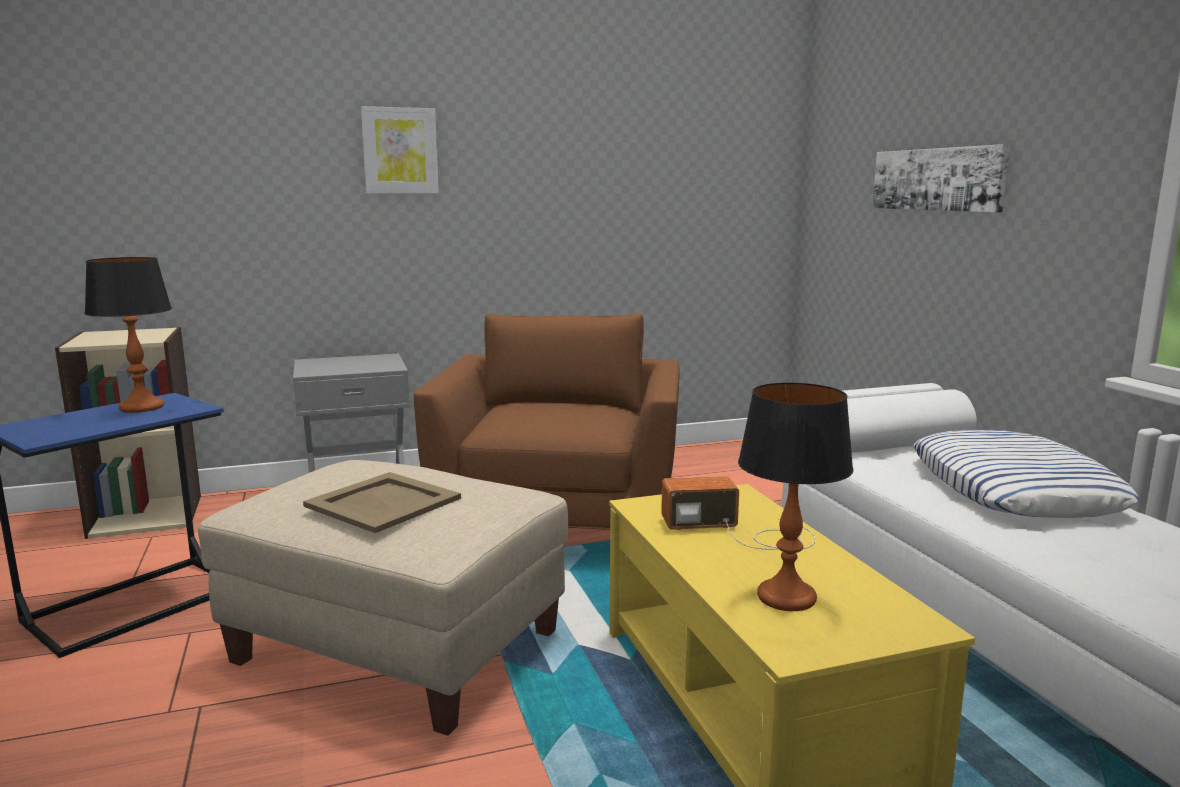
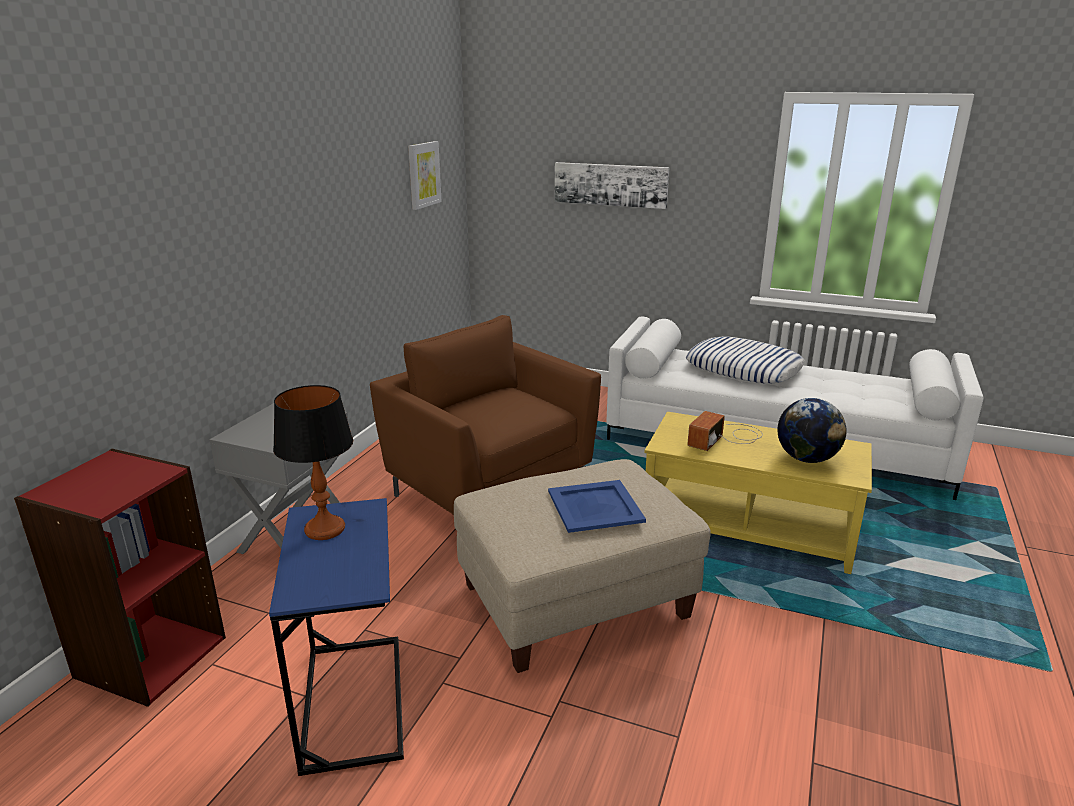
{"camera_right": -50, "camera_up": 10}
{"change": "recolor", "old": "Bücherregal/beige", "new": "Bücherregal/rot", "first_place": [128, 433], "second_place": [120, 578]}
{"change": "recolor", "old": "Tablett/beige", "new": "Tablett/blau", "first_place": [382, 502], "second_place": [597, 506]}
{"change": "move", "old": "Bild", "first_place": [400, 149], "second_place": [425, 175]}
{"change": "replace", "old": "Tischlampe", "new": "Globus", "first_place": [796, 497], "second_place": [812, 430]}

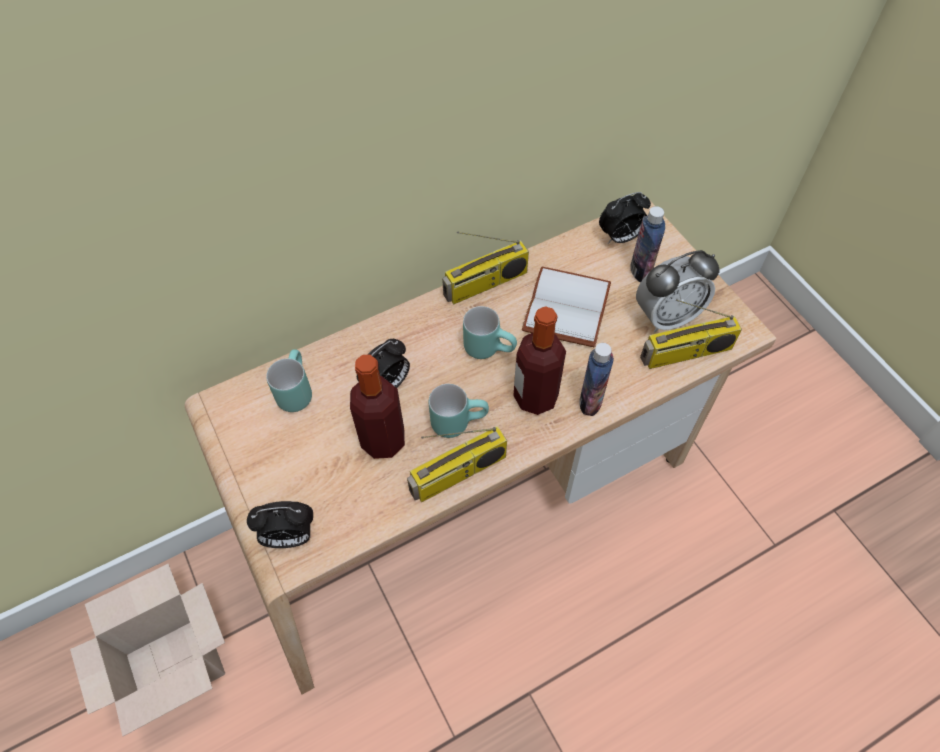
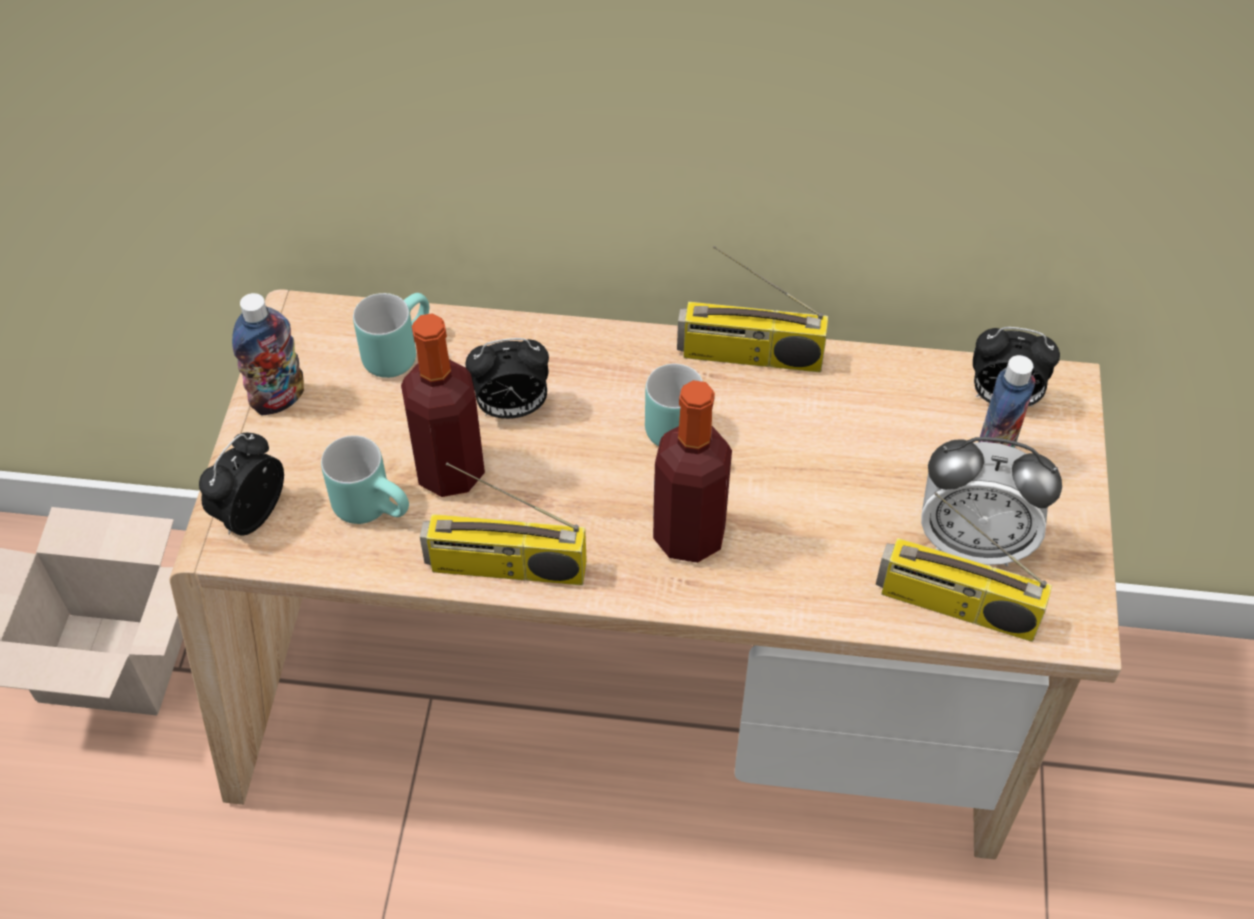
{"camera_right": 35, "camera_up": -5}
{"change": "rotate", "old": "Wecker", "first_place": [280, 524], "second_place": [241, 484], "degrees": 90}
{"change": "move", "old": "Henkelbecher/türkis", "first_place": [459, 411], "second_place": [365, 479]}
{"change": "delete", "old": "Buch/weiß", "first_place": [566, 307]}
{"change": "move", "old": "Flasche", "first_place": [596, 379], "second_place": [268, 354]}

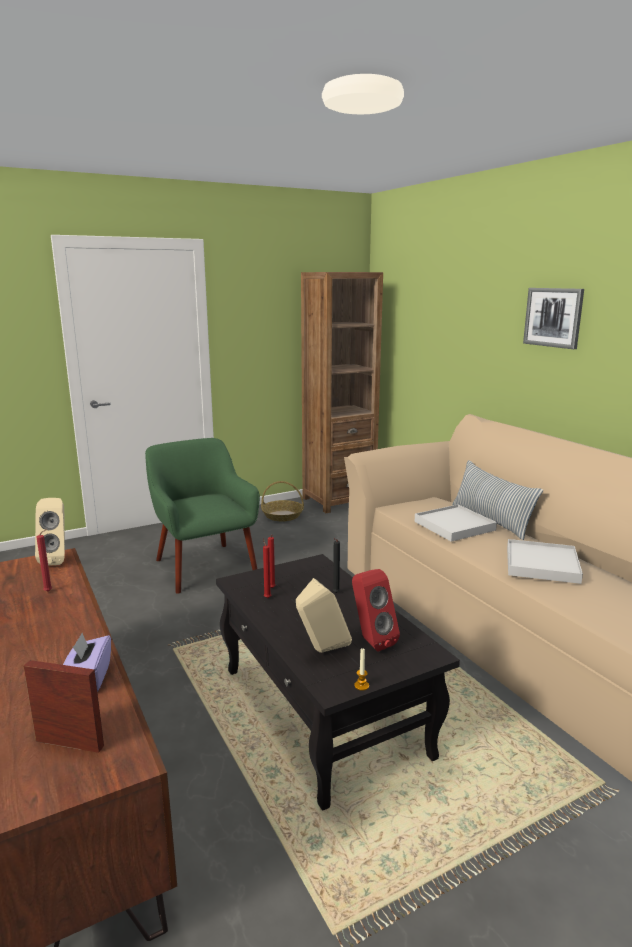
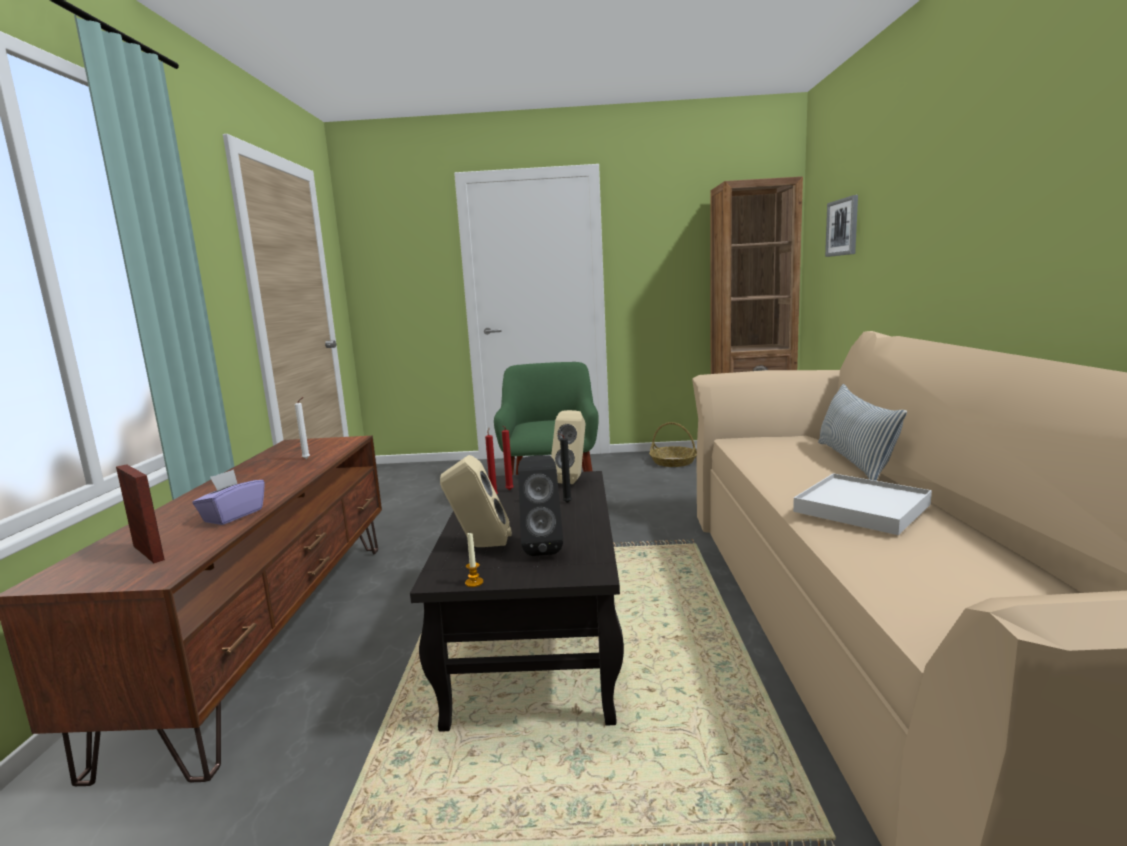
{"camera_right": 30, "camera_up": -5}
{"change": "move", "old": "Lautsprecher/beige", "first_place": [50, 531], "second_place": [568, 447]}
{"change": "recolor", "old": "Kerze/rot", "new": "Kerze/weiß", "first_place": [44, 560], "second_place": [302, 428]}
{"change": "recolor", "old": "Lautsprecher/rot", "new": "Lautsprecher/schwarz", "first_place": [376, 610], "second_place": [540, 505]}
{"change": "delete", "old": "Tablett/weiß", "first_place": [455, 523]}
{"change": "move", "old": "Bild", "first_place": [553, 318], "second_place": [841, 226]}

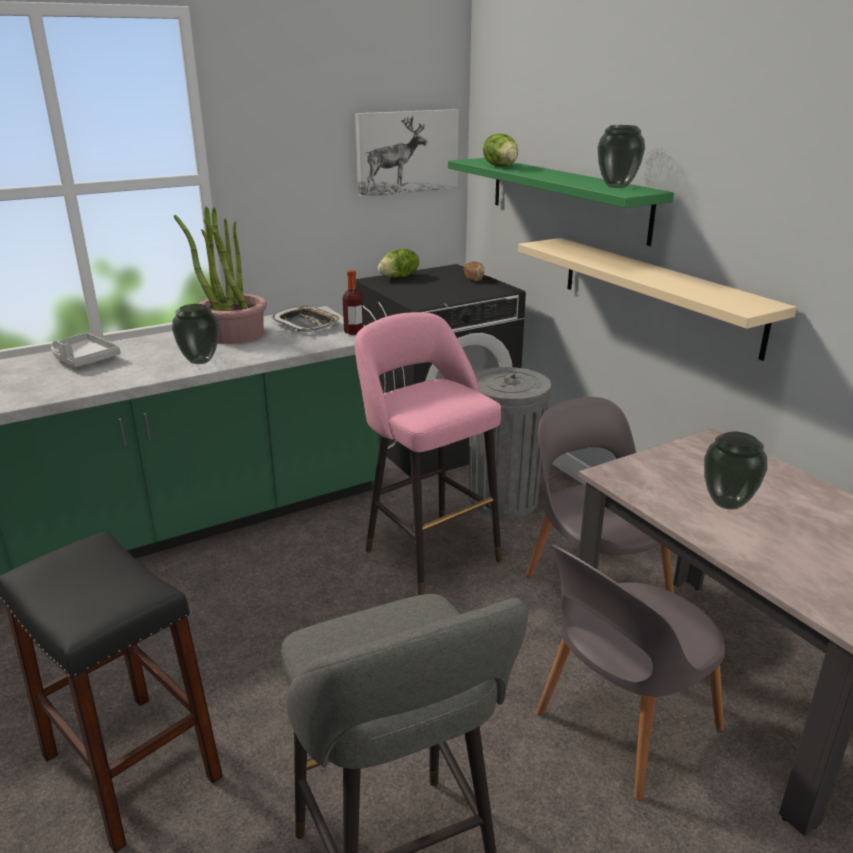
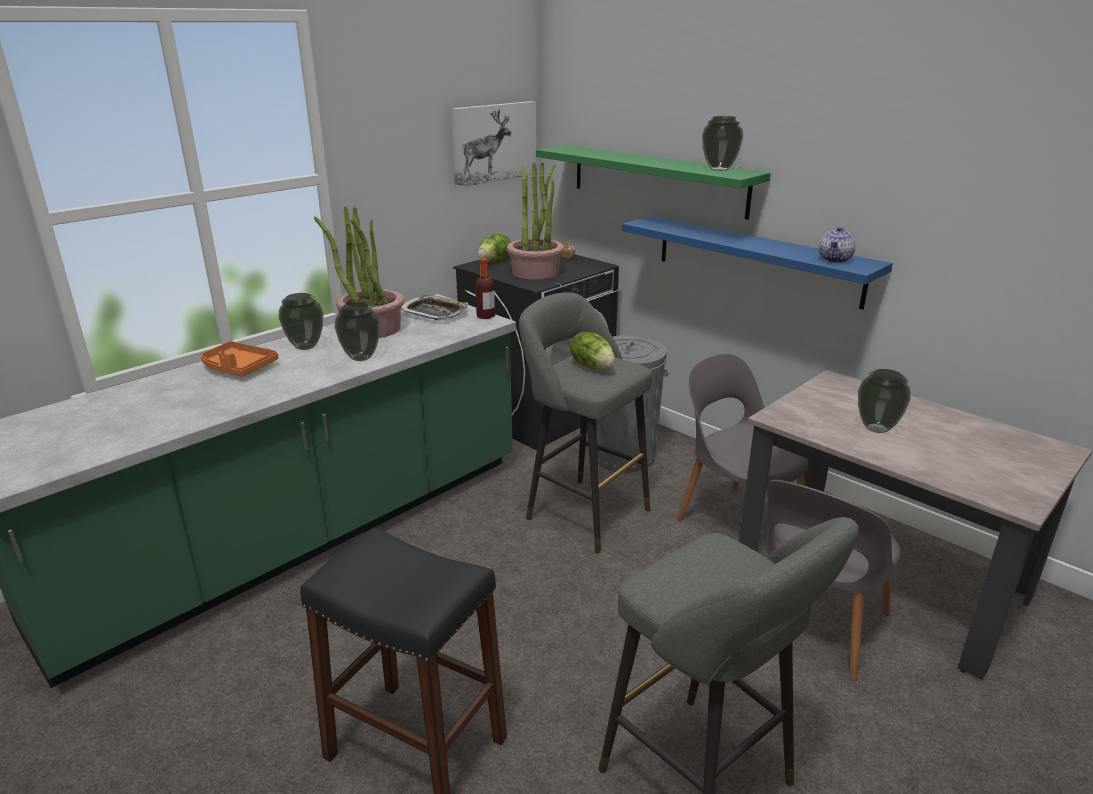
{"camera_right": -15, "camera_up": 0}
{"change": "recolor", "old": "Tablett/grau", "new": "Tablett/orange", "first_place": [85, 350], "second_place": [239, 359]}
{"change": "recolor", "old": "Hocker/rosa", "new": "Hocker/grau", "first_place": [428, 453], "second_place": [585, 422]}
{"change": "move", "old": "Salatkopf", "first_place": [500, 149], "second_place": [592, 350]}
{"change": "recolor", "old": "Wandregal/beige", "new": "Wandregal/blau", "first_place": [657, 299], "second_place": [757, 263]}
{"change": "insert", "new": "Vase", "second_place": [301, 321]}
{"change": "insert", "new": "Topfpflanze", "second_place": [535, 220]}
{"change": "insert", "new": "Teekanne", "second_place": [837, 245]}

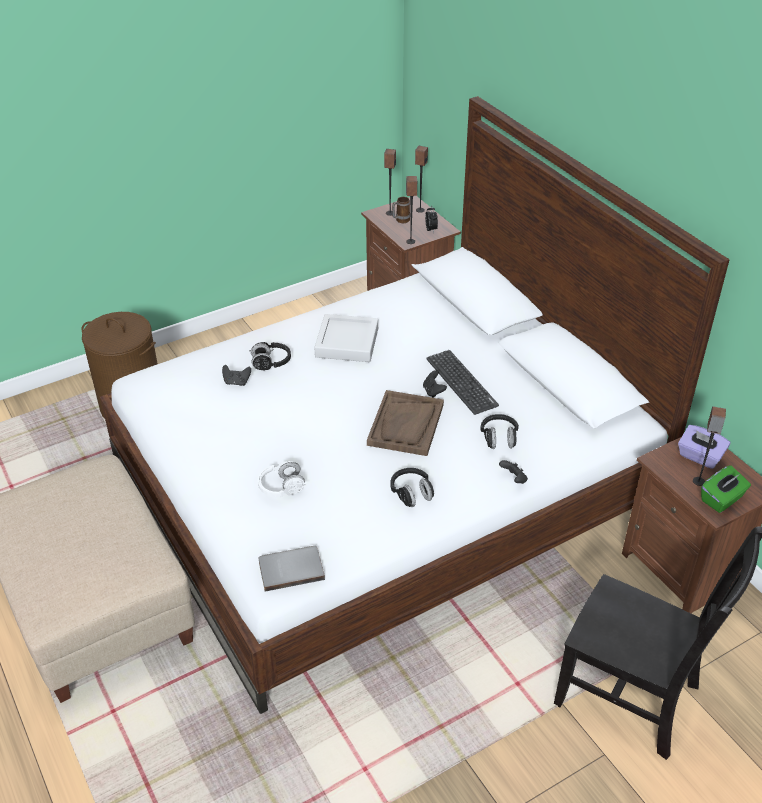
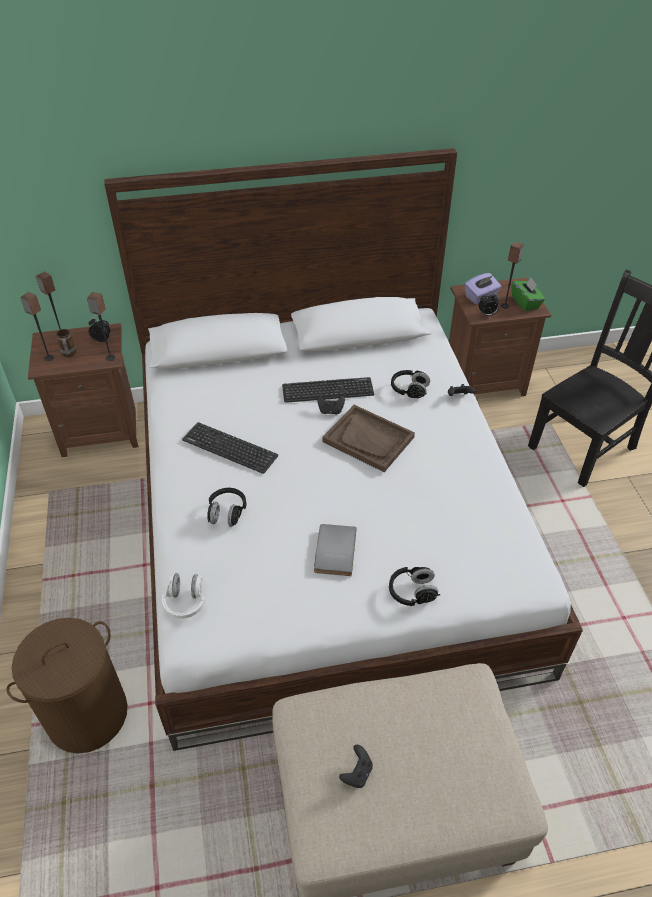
{"camera_right": -70, "camera_up": 5}
{"change": "move", "old": "Gamepad/schwarz", "first_place": [236, 375], "second_place": [356, 766]}
{"change": "move", "old": "Kopfhörer/weiß", "first_place": [282, 479], "second_place": [183, 596]}
{"change": "move", "old": "Buch/grau", "first_place": [291, 569], "second_place": [335, 550]}
{"change": "replace", "old": "Tablett/grau", "new": "Tastatur", "first_place": [346, 338], "second_place": [230, 448]}
{"change": "move", "old": "Kopfhörer/schwarz", "first_place": [412, 487], "second_place": [414, 586]}
{"change": "insert", "new": "Wecker", "second_place": [489, 304]}

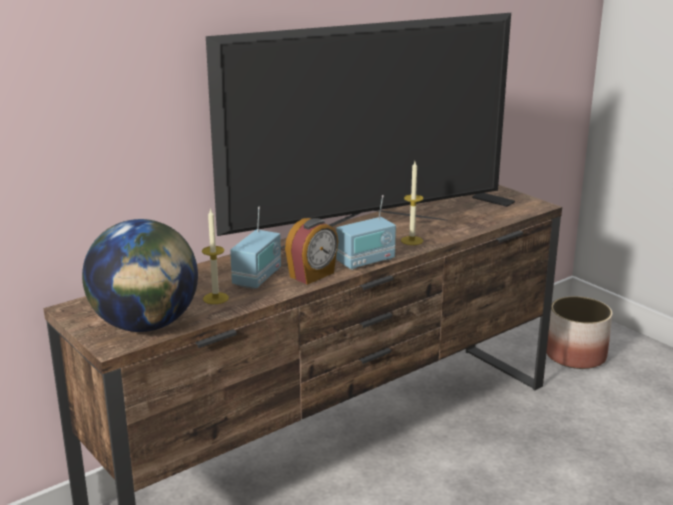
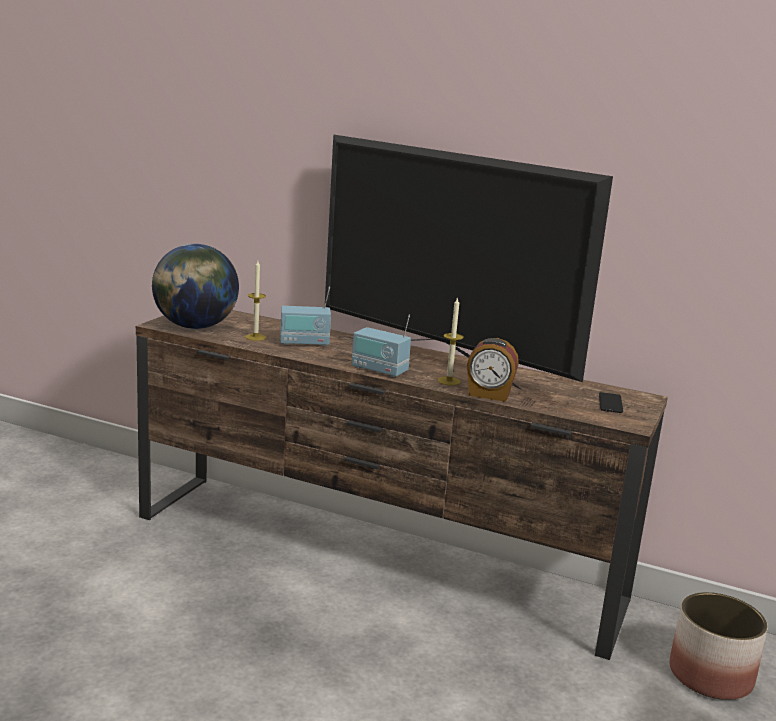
{"camera_right": 60, "camera_up": -5}
{"change": "move", "old": "Wecker", "first_place": [311, 251], "second_place": [493, 370]}

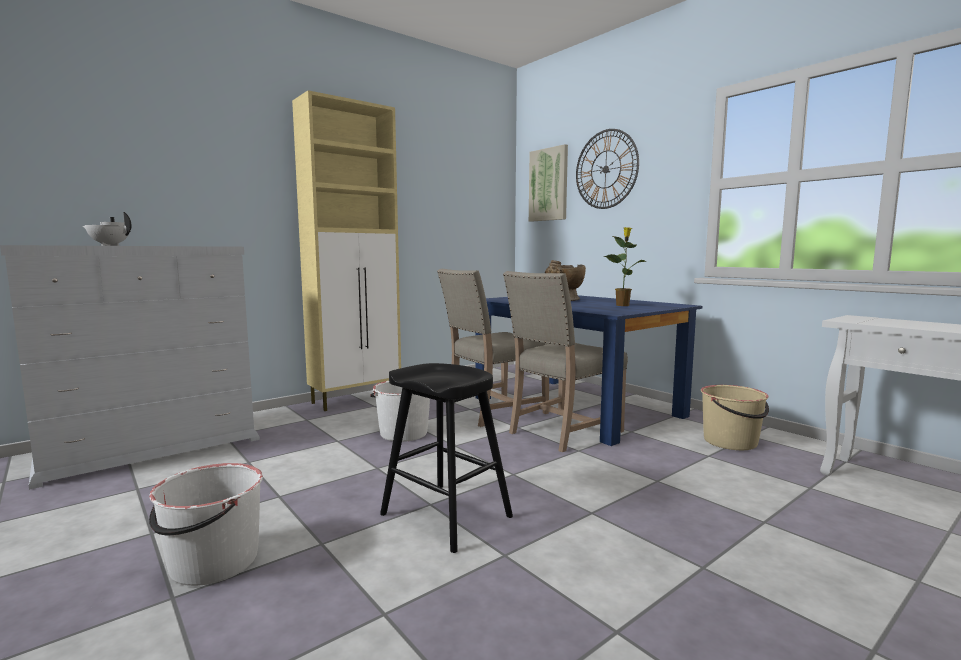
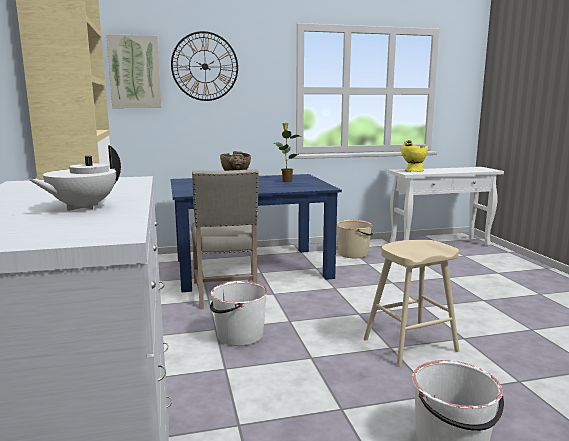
{"camera_right": -65, "camera_up": 5}
{"change": "recolor", "old": "Hocker/schwarz", "new": "Hocker/beige", "first_place": [446, 458], "second_place": [411, 303]}
{"change": "delete", "old": "Stuhl/beige", "first_place": [565, 361]}
{"change": "insert", "new": "Vase/gelb", "second_place": [414, 155]}

